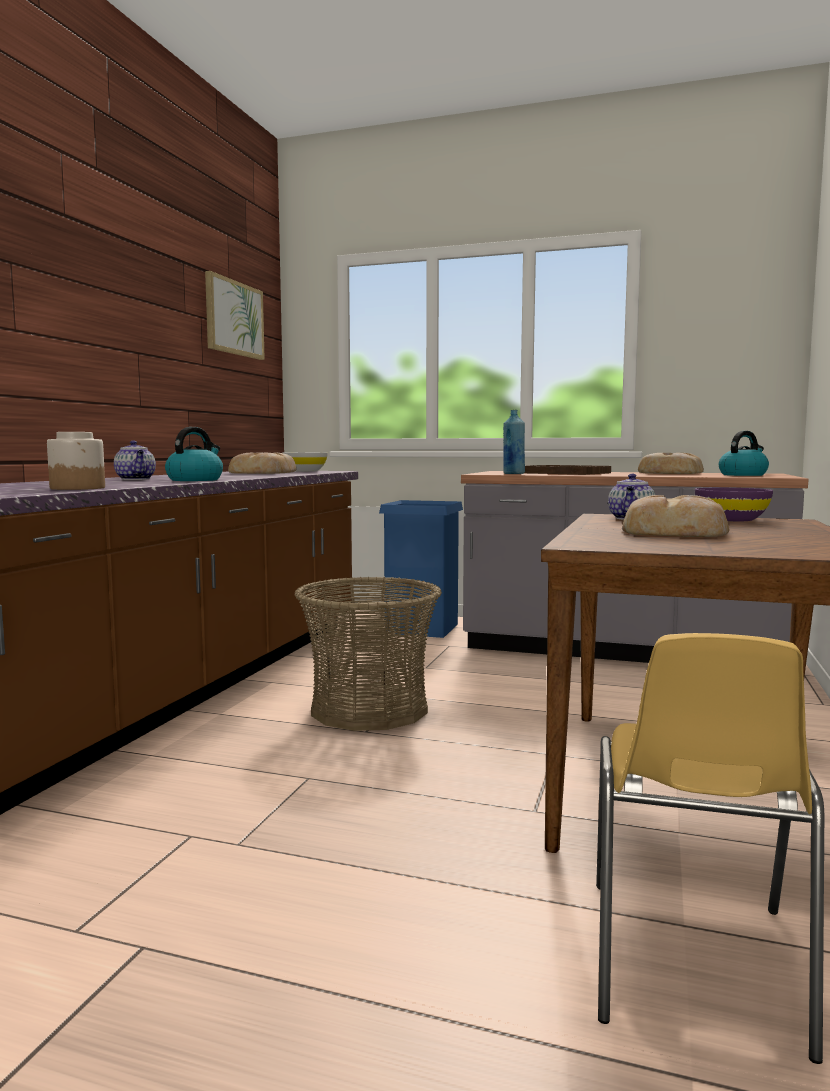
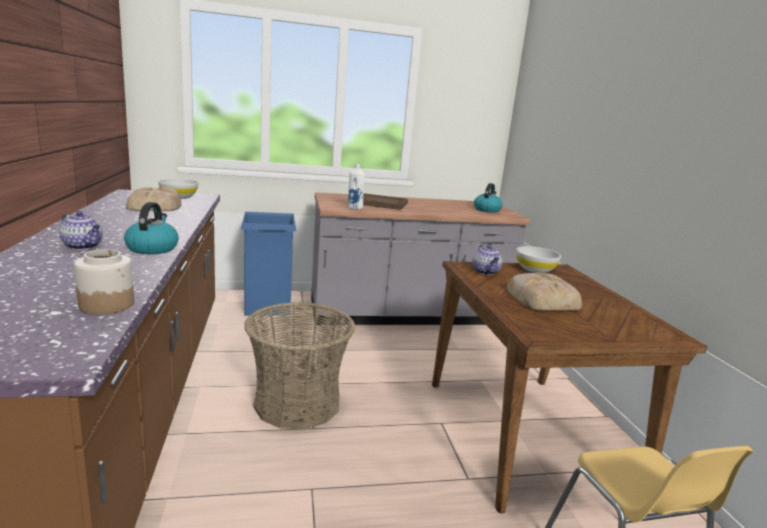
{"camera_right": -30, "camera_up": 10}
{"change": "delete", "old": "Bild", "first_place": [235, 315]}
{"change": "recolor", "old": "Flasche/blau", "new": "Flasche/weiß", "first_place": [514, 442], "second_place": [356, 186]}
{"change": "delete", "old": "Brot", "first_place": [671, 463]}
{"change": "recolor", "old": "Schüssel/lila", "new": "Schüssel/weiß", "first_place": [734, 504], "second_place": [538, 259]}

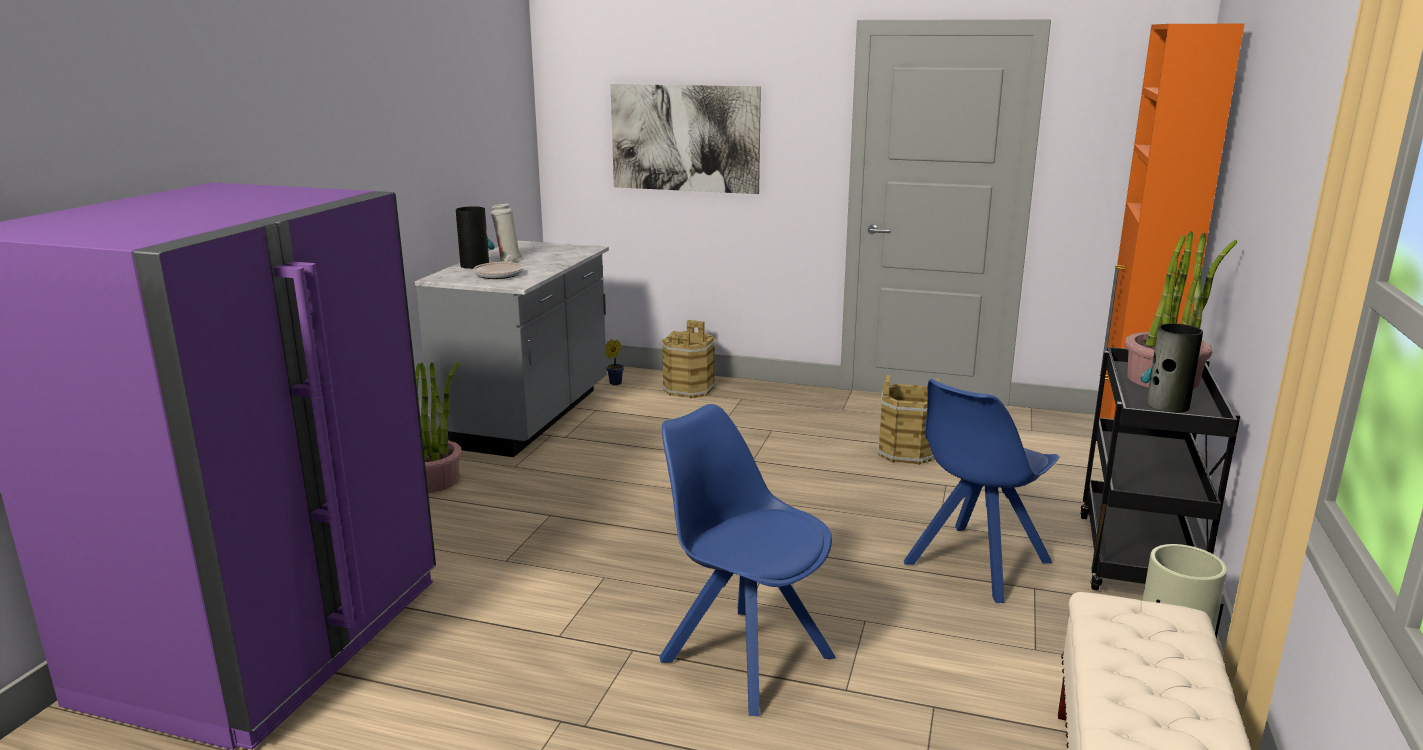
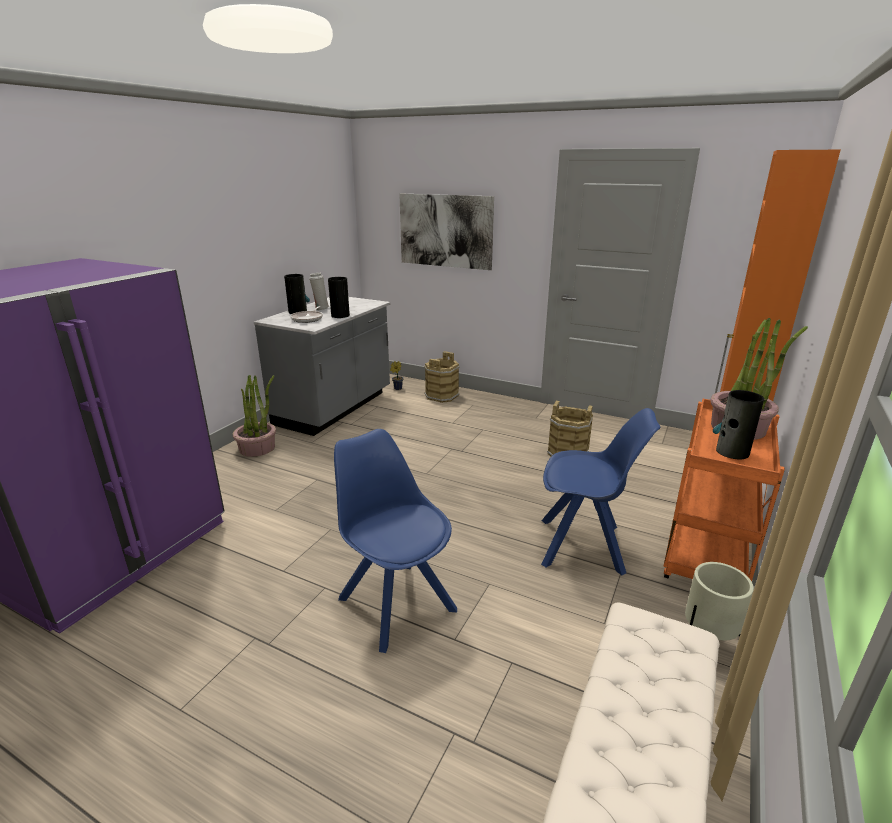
{"camera_right": 10, "camera_up": 5}
{"change": "rotate", "old": "Stuhl/blau", "first_place": [982, 491], "second_place": [600, 491], "degrees": -135}
{"change": "recolor", "old": "Rollwagen/schwarz", "new": "Rollwagen/orange", "first_place": [1160, 468], "second_place": [724, 490]}
{"change": "insert", "new": "Vase", "second_place": [339, 297]}

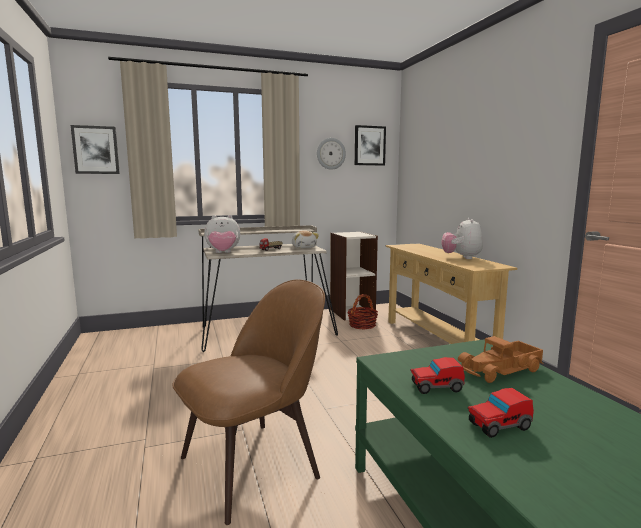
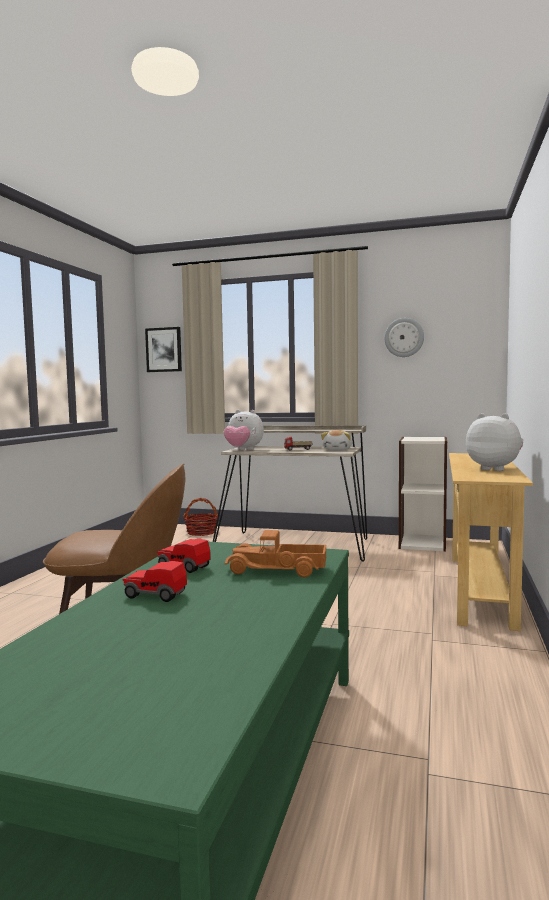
{"camera_right": 35, "camera_up": -5}
{"change": "move", "old": "Korb", "first_place": [362, 311], "second_place": [200, 517]}
{"change": "delete", "old": "Bild", "first_place": [370, 145]}
{"change": "rotate", "old": "Plüschtier", "first_place": [462, 238], "second_place": [494, 442], "degrees": 90}

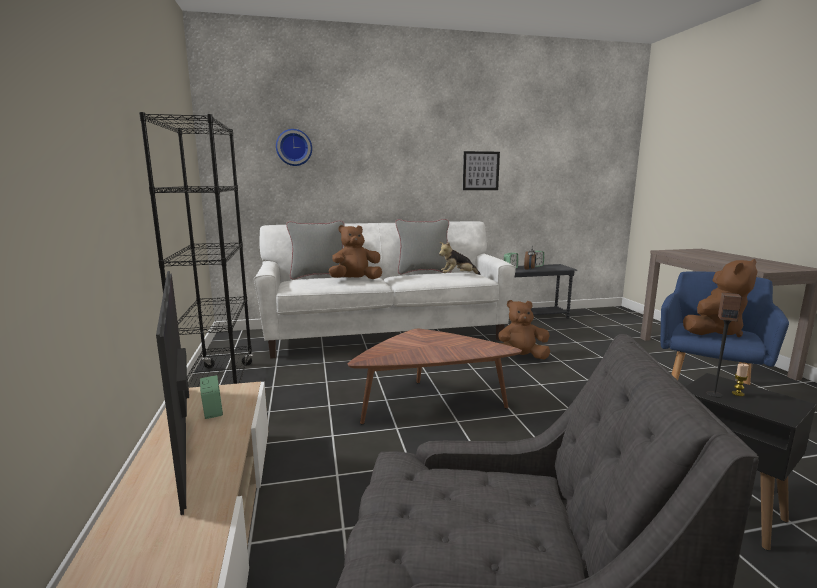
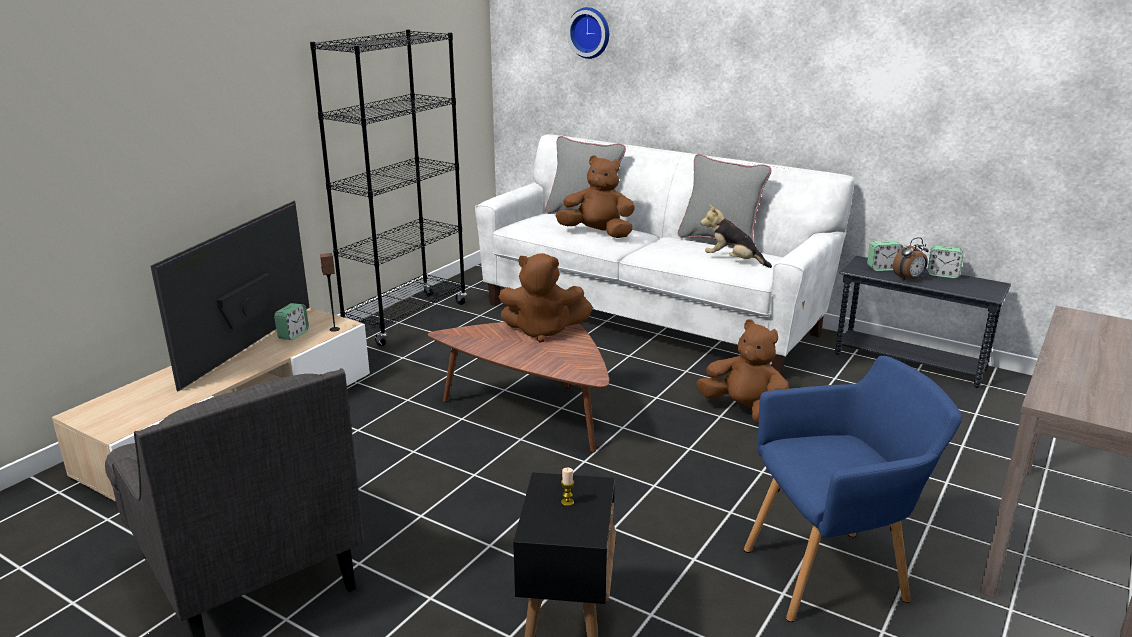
{"camera_right": 45, "camera_up": 10}
{"change": "delete", "old": "Bild", "first_place": [481, 170]}
{"change": "move", "old": "Plüschtier/braun", "first_place": [720, 298], "second_place": [546, 298]}
{"change": "move", "old": "Lautsprecher", "first_place": [724, 345], "second_place": [330, 292]}

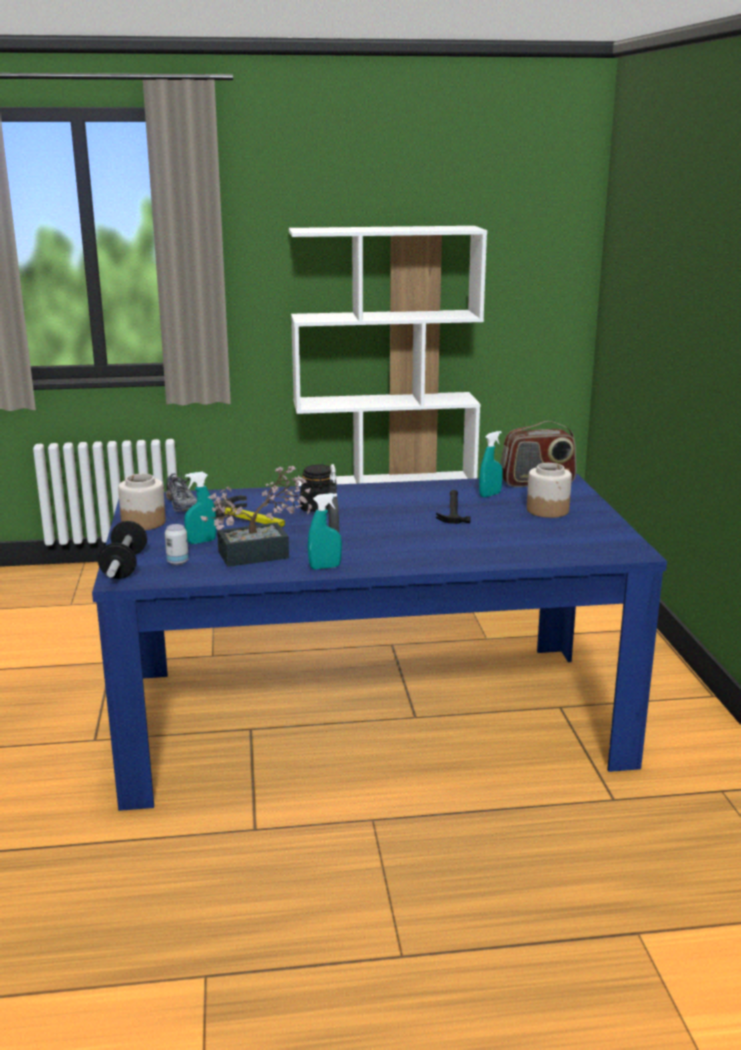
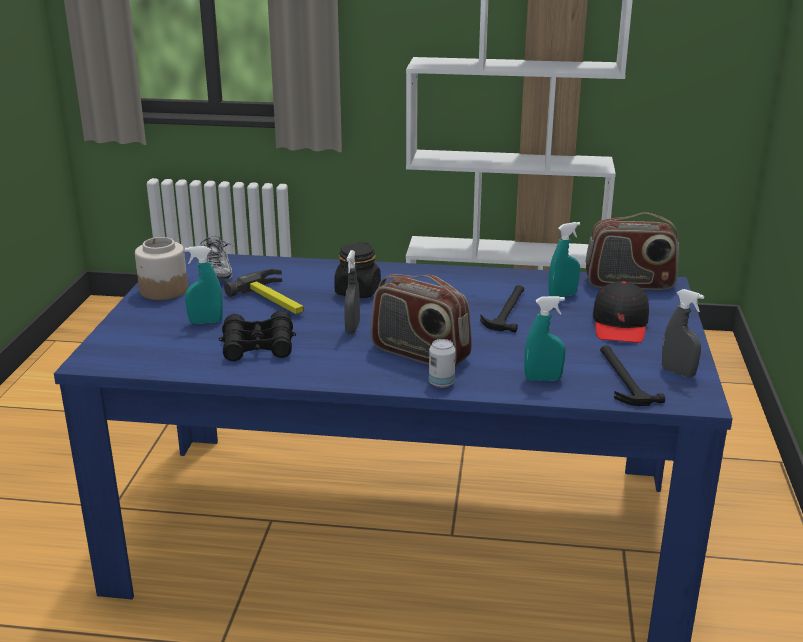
{"camera_right": 15, "camera_up": 5}
{"change": "delete", "old": "Hantel", "first_place": [122, 550]}
{"change": "move", "old": "Dose", "first_place": [177, 544], "second_place": [442, 363]}
{"change": "replace", "old": "Topfpflanze", "new": "Fernglas/schwarz", "first_place": [256, 516], "second_place": [257, 336]}
{"change": "move", "old": "Sprühflasche/türkis", "first_place": [325, 531], "second_place": [545, 338]}
{"change": "replace", "old": "Vorratsglas", "new": "Kappe/schwarz", "first_place": [549, 490], "second_place": [621, 312]}
{"change": "insert", "new": "Radio", "second_place": [421, 320]}
{"change": "insert", "new": "Hammer", "second_place": [632, 376]}
{"change": "insert", "new": "Sprühflasche/grau", "second_place": [683, 333]}

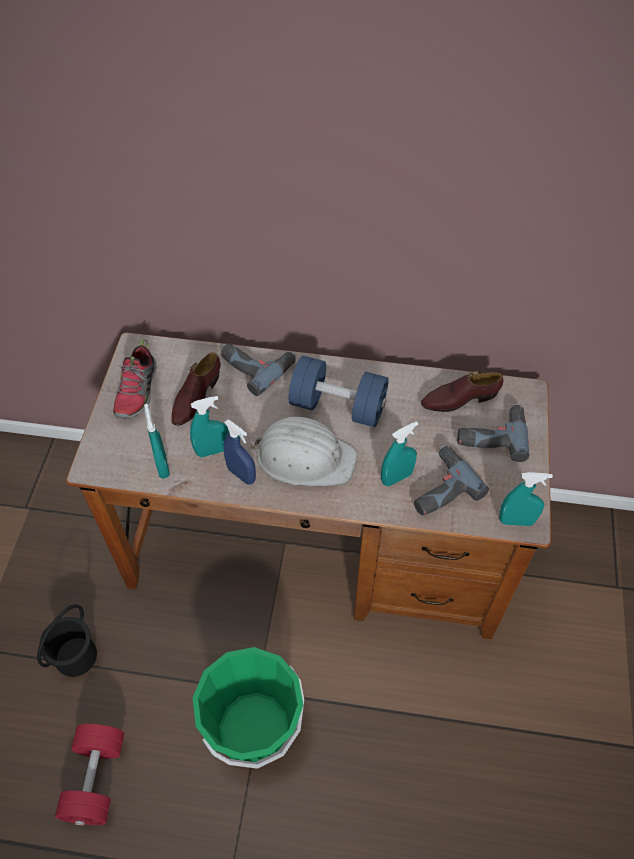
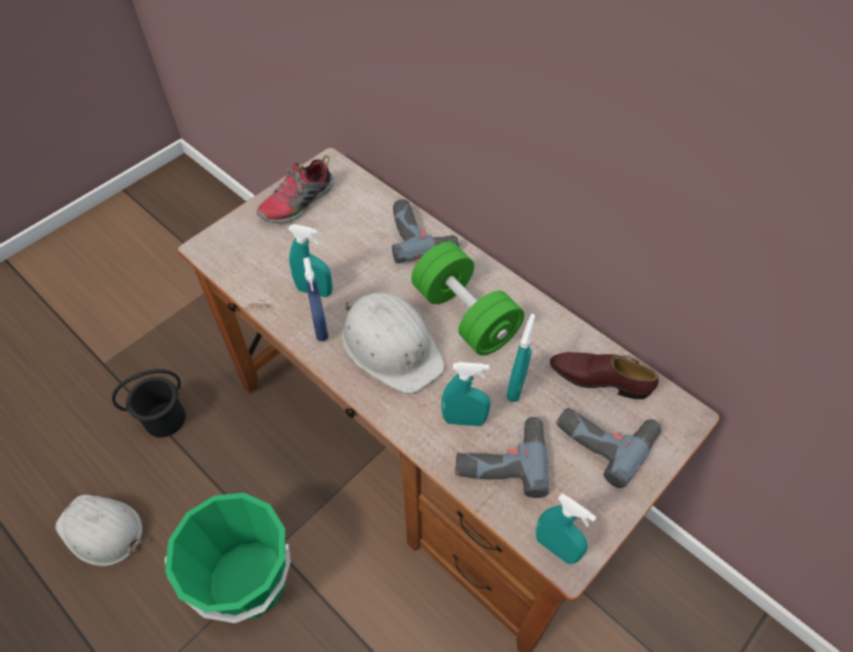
{"camera_right": 35, "camera_up": 0}
{"change": "replace", "old": "Hantel/rot", "new": "Schutzhelm/weiß", "first_place": [89, 775], "second_place": [99, 530]}
{"change": "move", "old": "Sprühflasche/türkis", "first_place": [157, 441], "second_place": [520, 358]}
{"change": "delete", "old": "Schuh/braun", "first_place": [195, 389]}
{"change": "recolor", "old": "Hantel/blau", "new": "Hantel/grün", "first_place": [339, 391], "second_place": [467, 299]}

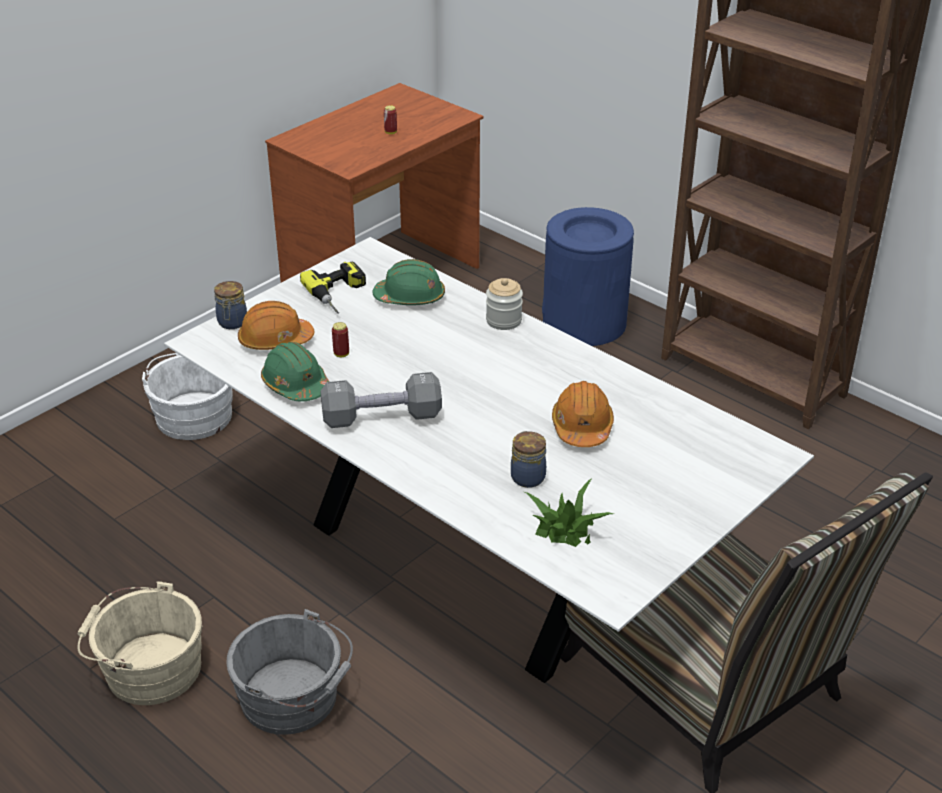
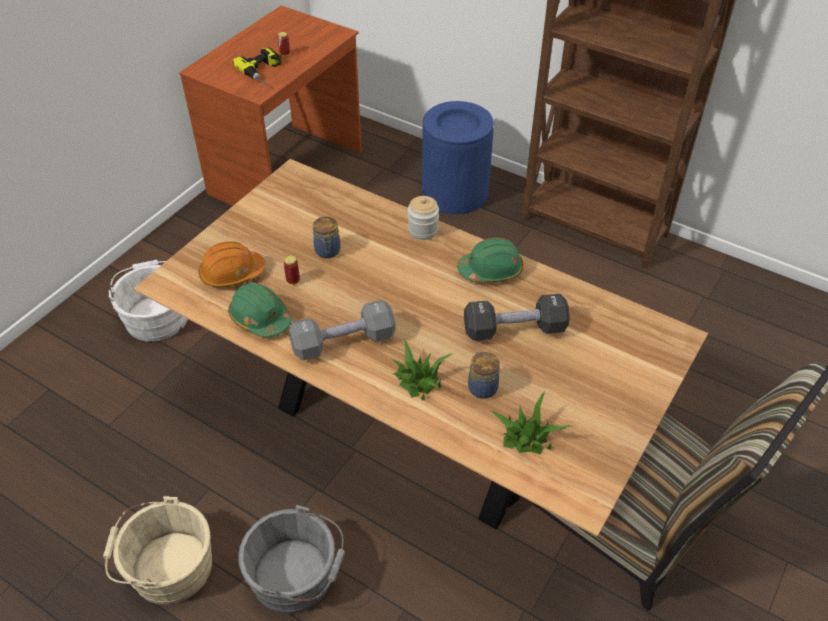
{"camera_right": -10, "camera_up": 10}
{"change": "recolor", "old": "Esstisch/weiß", "new": "Esstisch/braun", "first_place": [489, 460], "second_place": [421, 348]}
{"change": "move", "old": "Vorratsglas", "first_place": [230, 305], "second_place": [327, 237]}
{"change": "move", "old": "Bohrmaschine", "first_place": [333, 287], "second_place": [257, 67]}
{"change": "move", "old": "Schutzhelm/grün", "first_place": [408, 282], "second_place": [490, 260]}
{"change": "replace", "old": "Schutzhelm/orange", "new": "Hantel/schwarz", "first_place": [583, 414], "second_place": [517, 317]}
{"change": "insert", "new": "Topfpflanze", "second_place": [423, 369]}

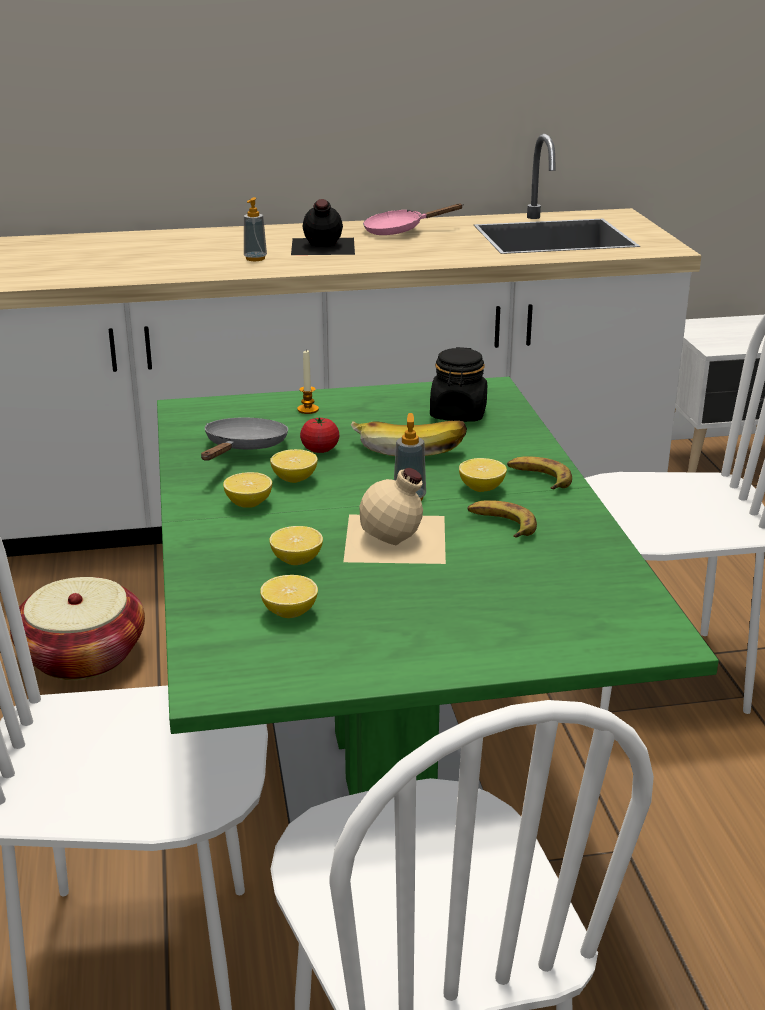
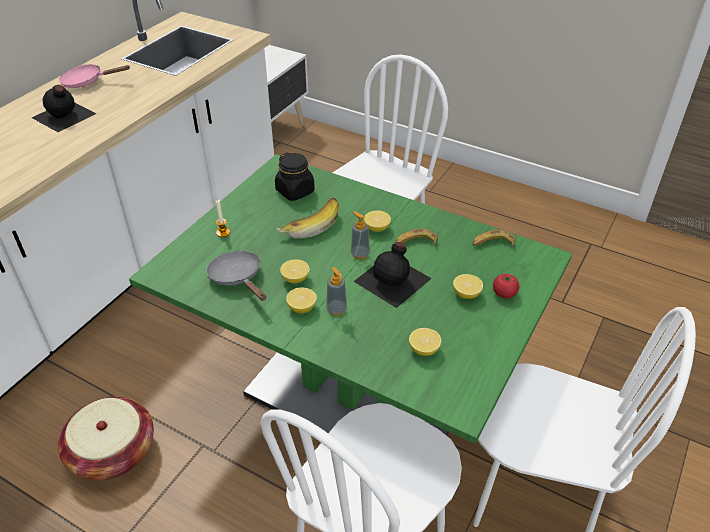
{"camera_right": -50, "camera_up": 15}
{"change": "move", "old": "Seifenspender", "first_place": [255, 229], "second_place": [336, 291]}
{"change": "move", "old": "Zitrone", "first_place": [296, 545], "second_place": [468, 286]}
{"change": "move", "old": "Tomate", "first_place": [319, 435], "second_place": [506, 286]}
{"change": "recolor", "old": "Flasche/beige", "new": "Flasche/schwarz", "first_place": [394, 516], "second_place": [392, 275]}
{"change": "rotate", "old": "Pfanne/rosa", "first_place": [413, 219], "second_place": [94, 76], "degrees": 60}
{"change": "move", "old": "Banane", "first_place": [539, 472], "second_place": [493, 238]}

